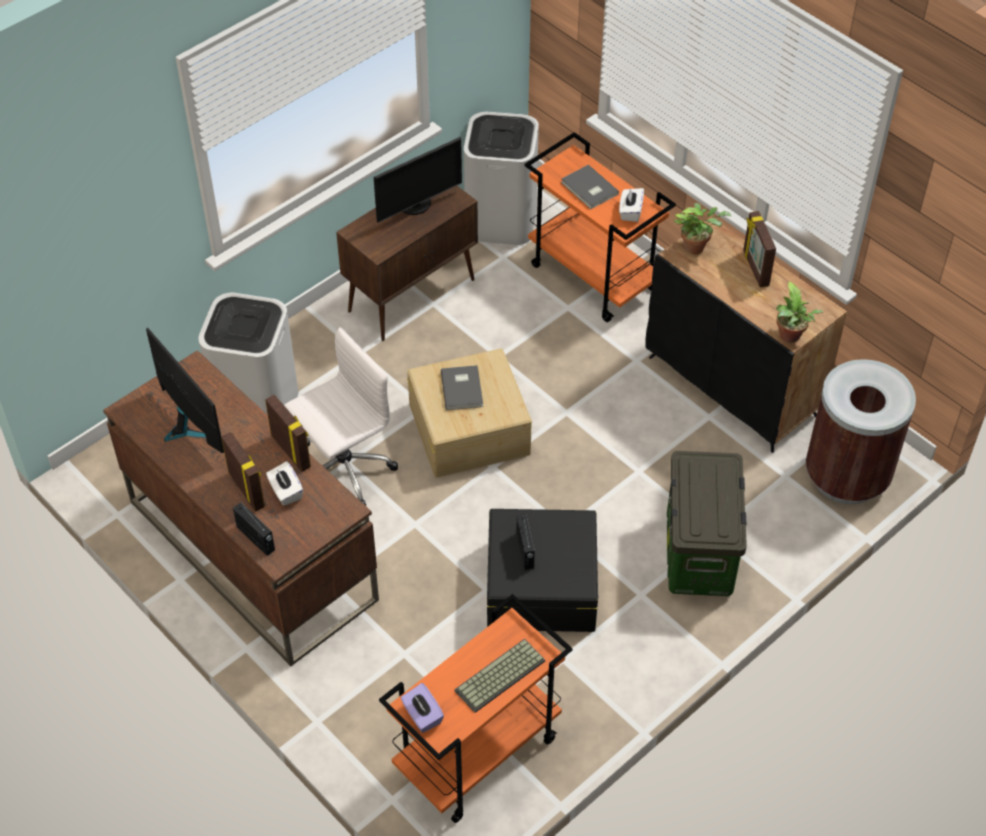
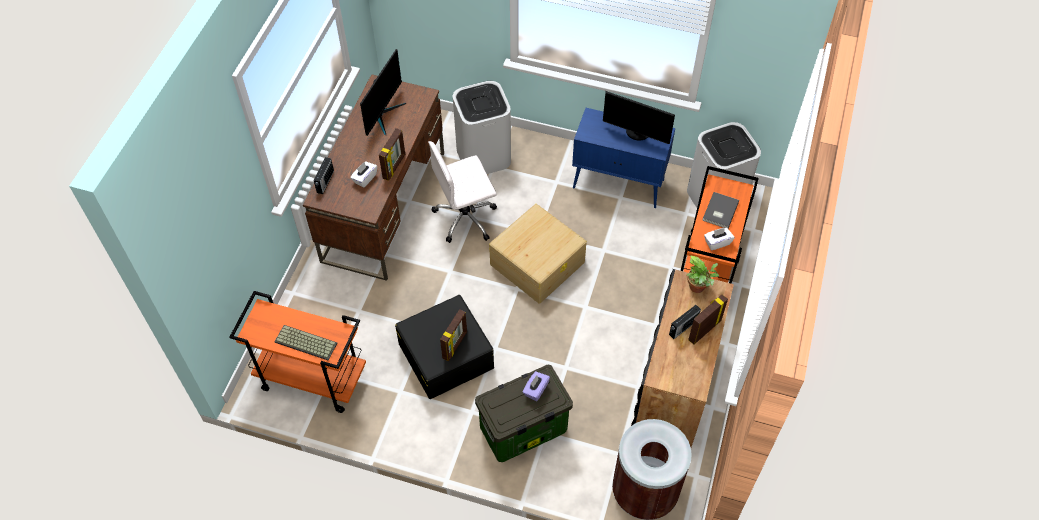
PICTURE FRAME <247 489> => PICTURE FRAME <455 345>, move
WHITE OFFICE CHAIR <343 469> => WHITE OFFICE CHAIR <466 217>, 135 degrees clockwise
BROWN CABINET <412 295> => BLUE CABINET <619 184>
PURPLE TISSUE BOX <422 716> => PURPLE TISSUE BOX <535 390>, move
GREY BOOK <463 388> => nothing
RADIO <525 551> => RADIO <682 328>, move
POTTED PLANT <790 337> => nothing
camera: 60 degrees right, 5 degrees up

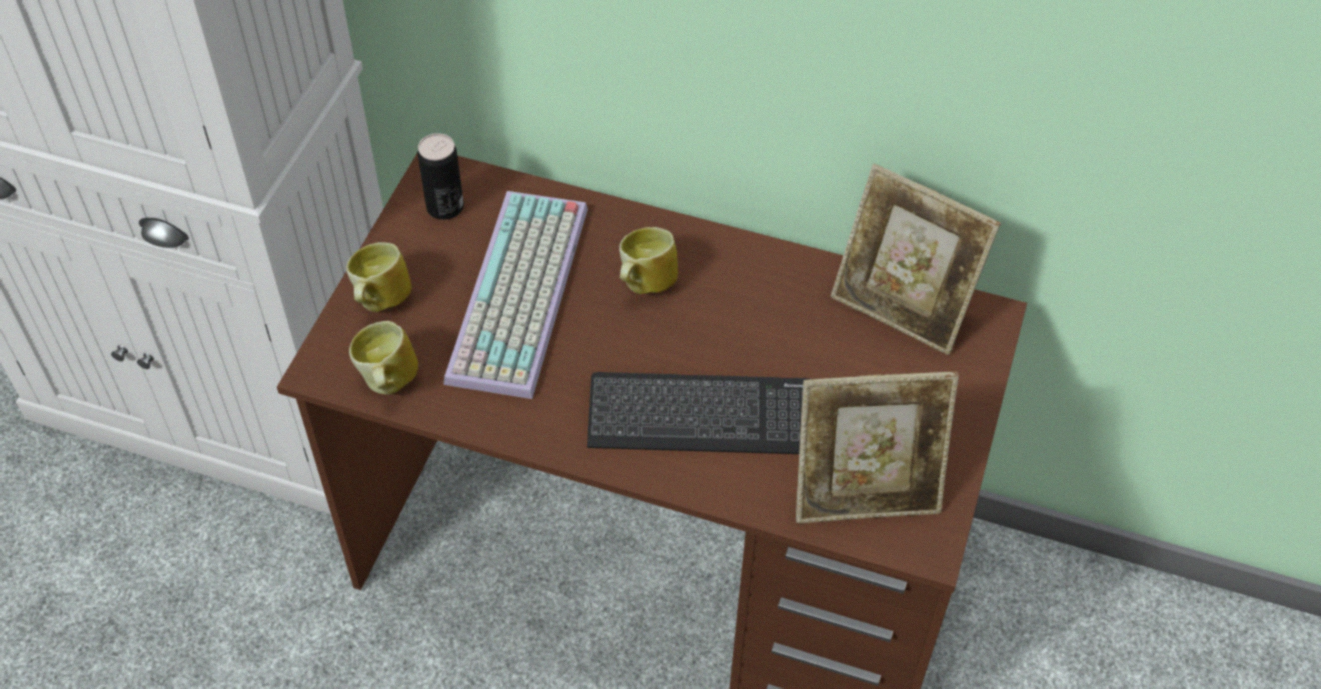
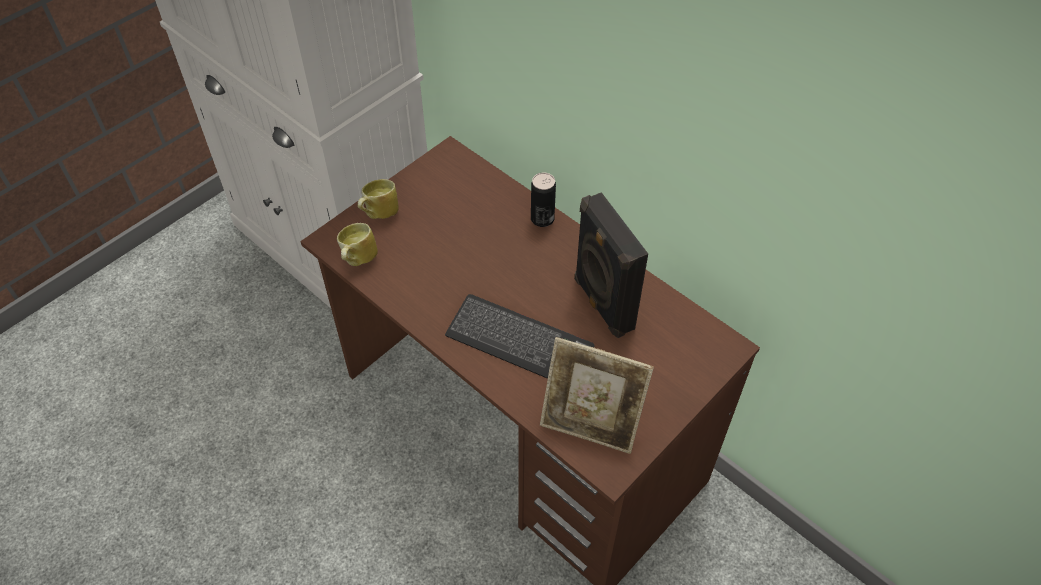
CAN <445 207> => CAN <542 219>, move
KEYBOARD <522 296> => nothing
MUG <643 285> => nothing
PICTURE FRAME <901 309> => nothing
nothing => BLACK SPEAKER <601 304>
camera: 25 degrees right, 0 degrees up

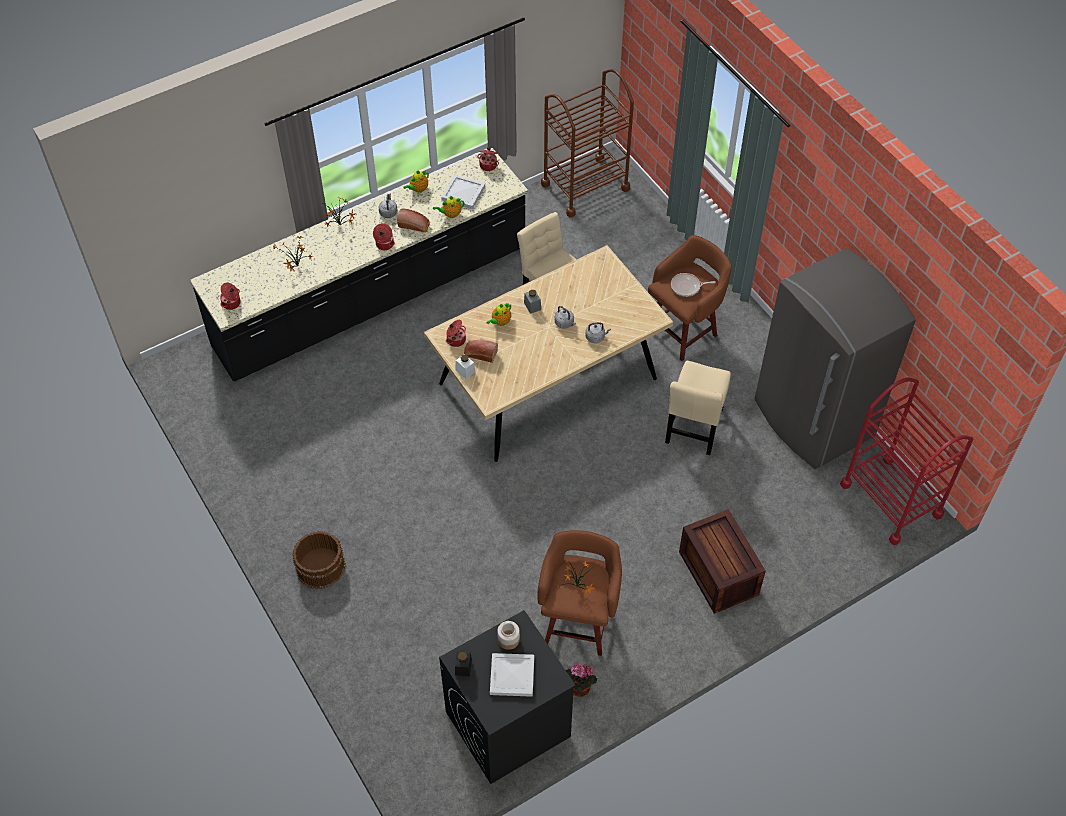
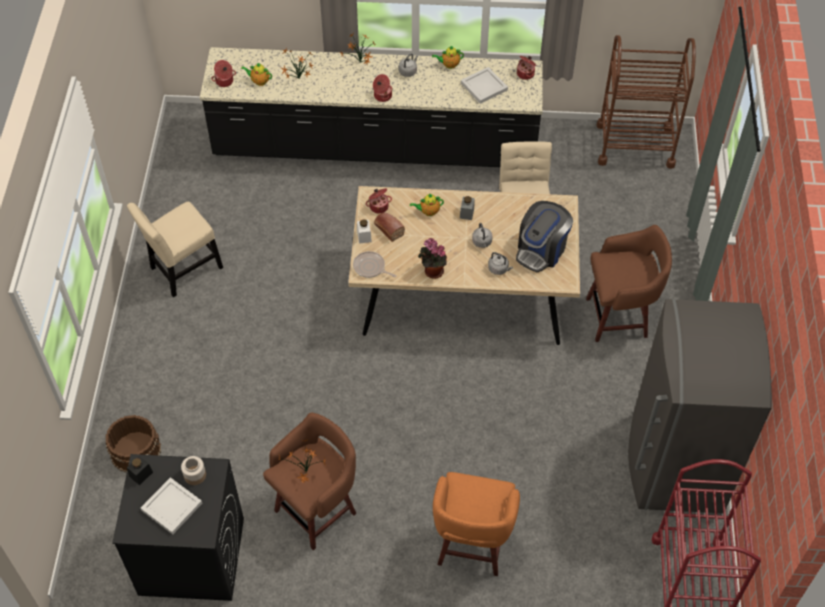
BROWN BUCKET <320 566> => BROWN BUCKET <135 451>, move
BREAD <414 225> => nothing
TEAPOT <450 214> => TEAPOT <259 81>, move
POTTED PLANT <578 689> => POTTED PLANT <432 271>, move
BEIGE CHAIR <694 429> => BEIGE CHAIR <183 270>, move
FRYING PAN <687 287> => FRYING PAN <370 267>, move
CRATE <719 574> => ORANGE STOOL <471 546>
nothing => COFFEE MACHINE <541 250>
camera: 35 degrees right, 0 degrees up

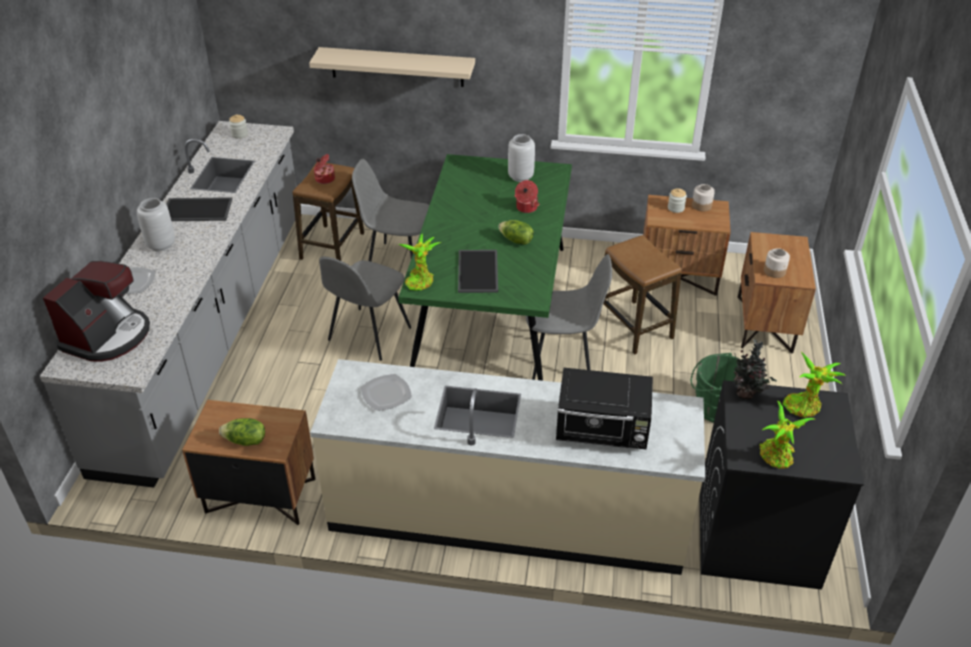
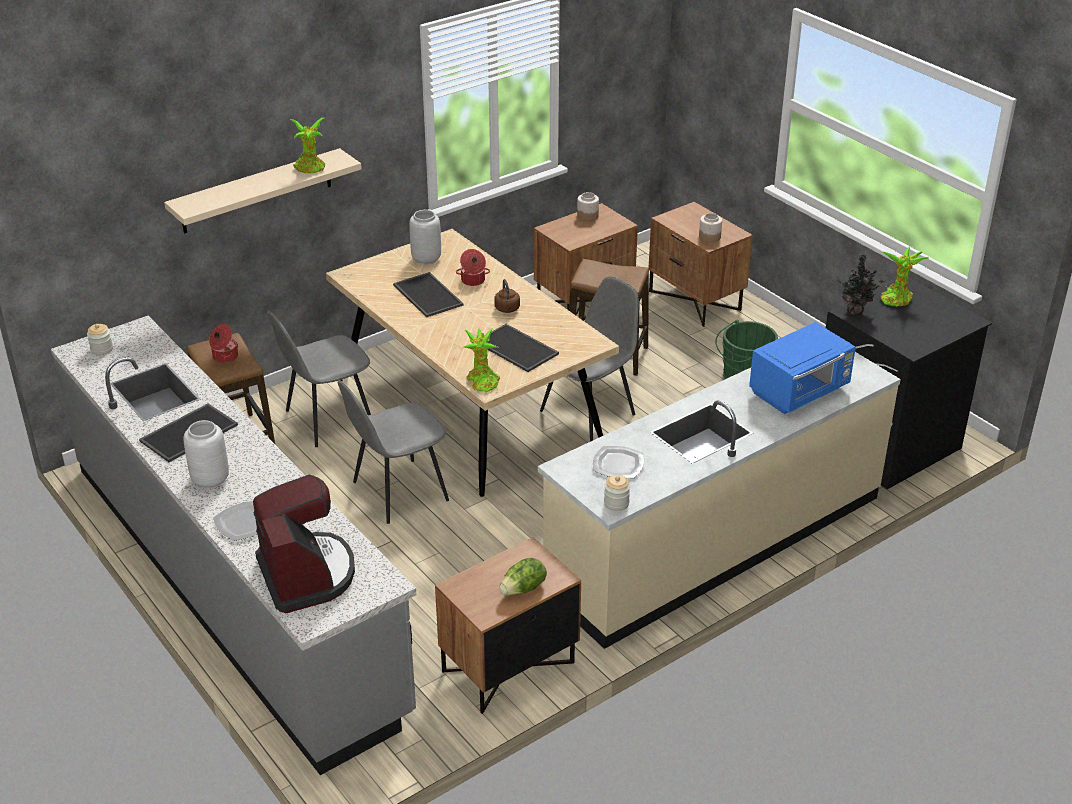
GREY CHAIR <368 335> => GREY CHAIR <398 492>, 75 degrees clockwise
GREEN DINING TABLE <491 305> => BEIGE DINING TABLE <468 405>
LETTUCE <516 240> => BROWN KETTLE <507 309>
BLACK MICROWAVE <603 431> => BLUE MICROWAVE <800 392>
JAR <676 208> => JAR <616 503>, move
POTTED PLANT <776 457> => POTTED PLANT <311 168>, move
nothing => TRAY <426 295>
camera: 45 degrees left, 5 degrees down

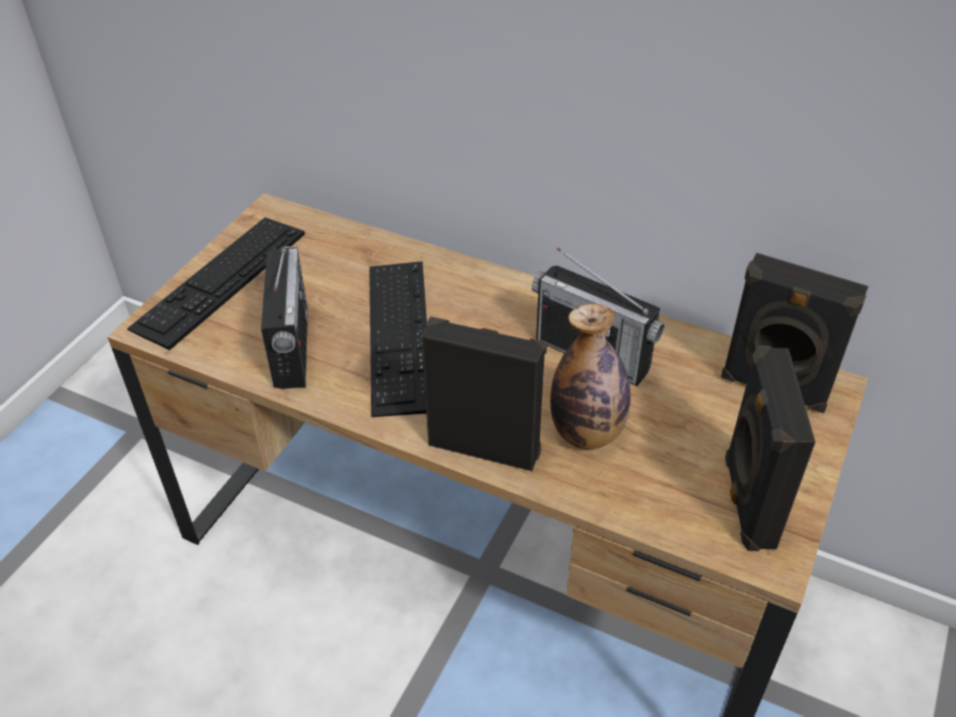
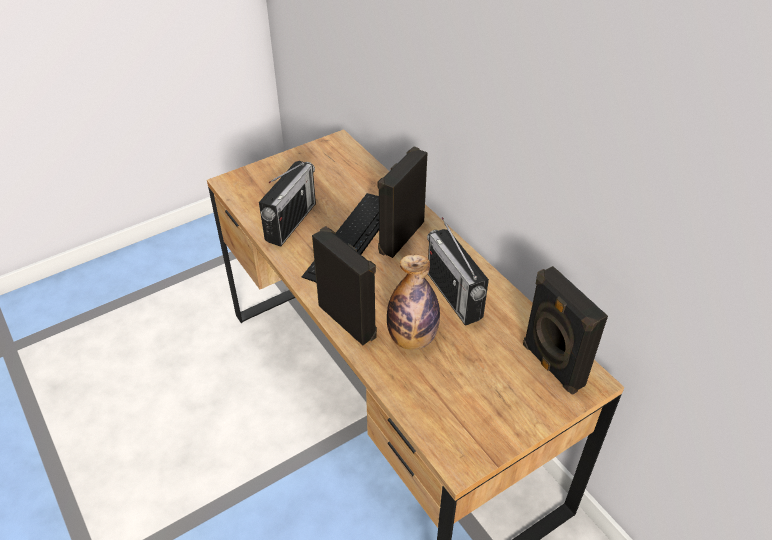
KEYBOARD <220 279> => nothing
BLACK SPEAKER <746 502> => BLACK SPEAKER <400 236>, move
camera: 30 degrees right, 0 degrees up

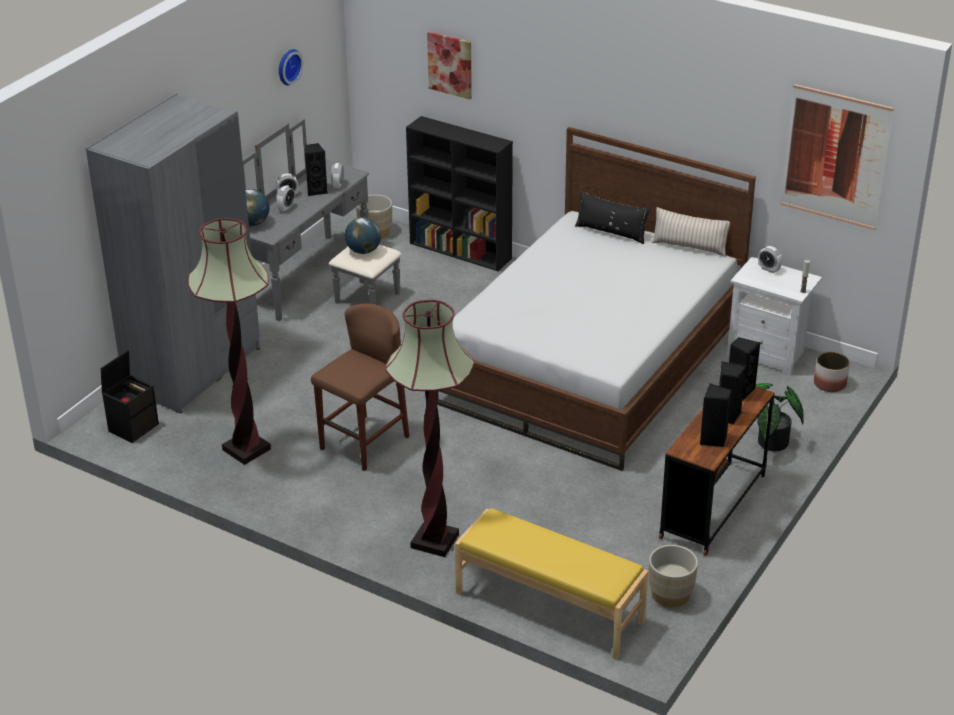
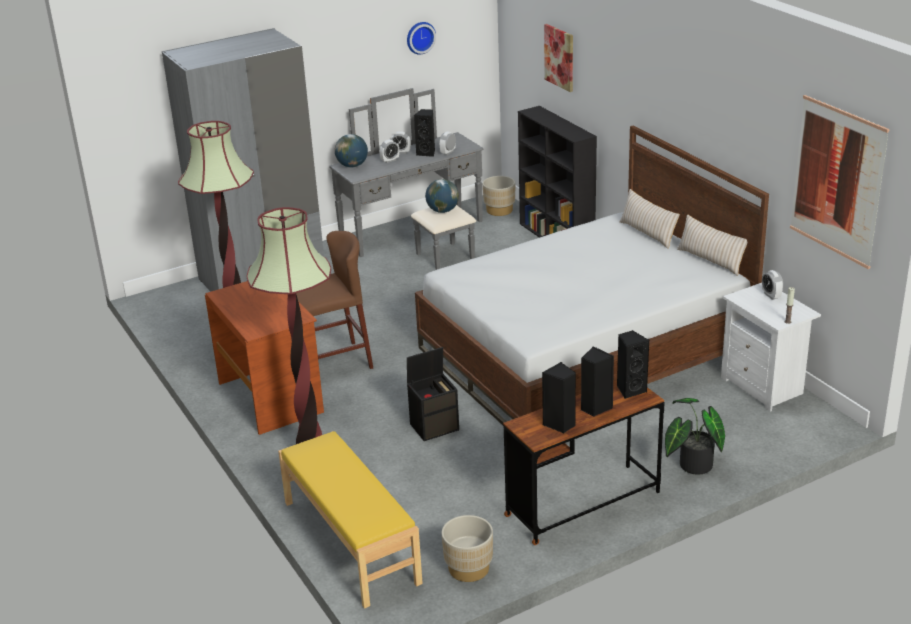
BLACK STORAGE BOX <133 427> => BLACK STORAGE BOX <435 426>, move
BLACK PILLOW <611 232> => BEIGE PILLOW <647 233>
PLANTER <830 384> => nothing
nothing => BROWN DESK <271 397>
camera: 30 degrees right, 5 degrees down

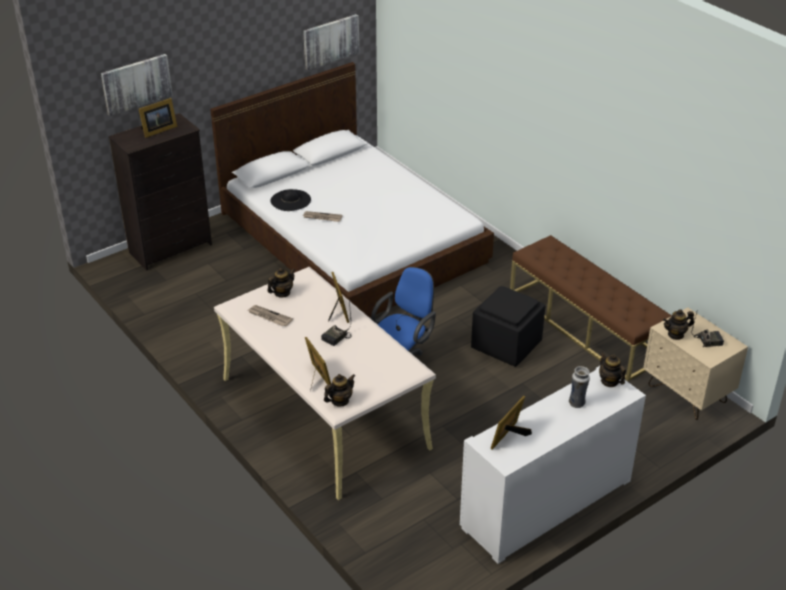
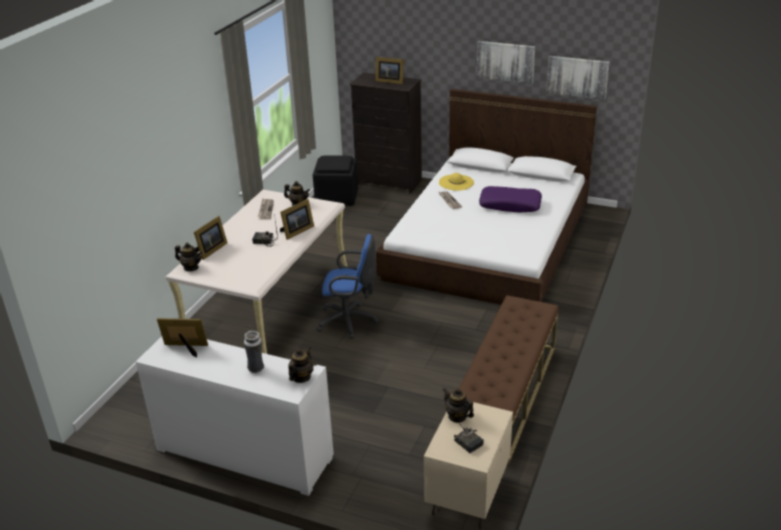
PICTURE <136 84> => PICTURE <505 61>, move
BLACK HAT <290 200> => YELLOW HAT <456 182>
BLACK OTTOMAN <506 344> => BLACK OTTOMAN <337 197>, move
nothing => PURPLE PILLOW <510 205>
camera: 60 degrees right, 5 degrees down

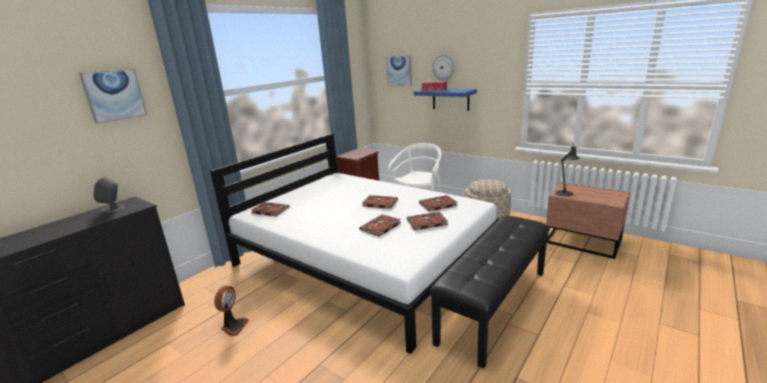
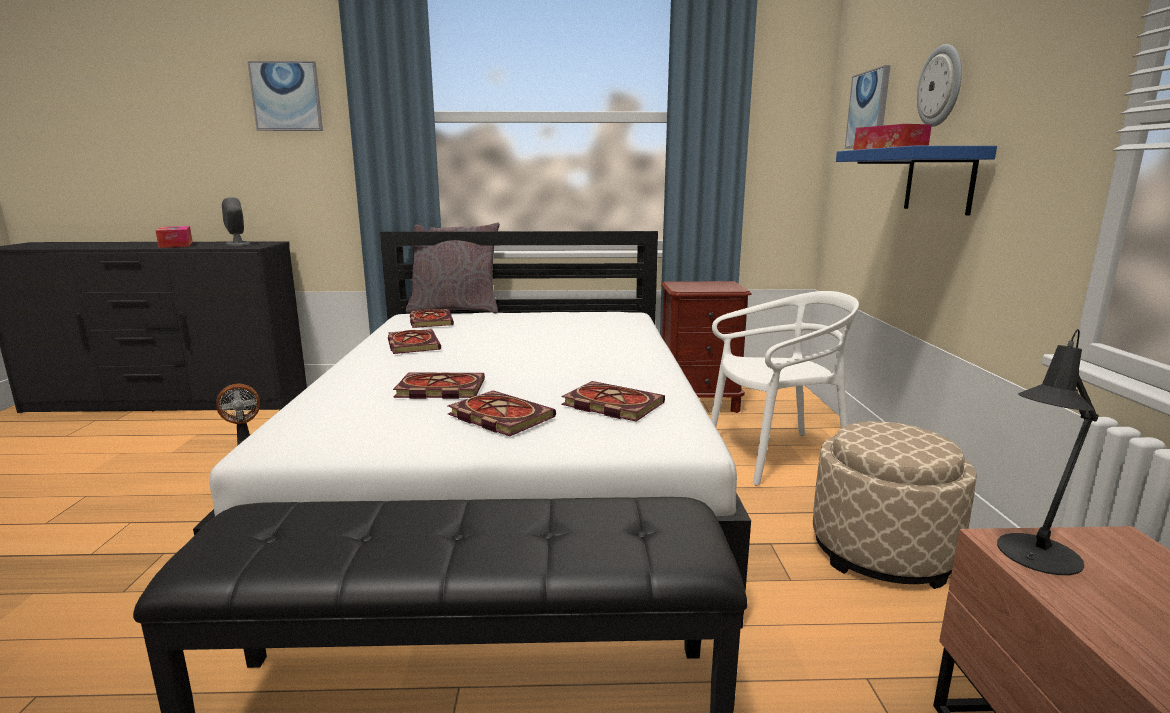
BOOK <379 203> => BOOK <412 344>, move
nothing => TISSUE BOX <176 244>
nothing => GREY PILLOW <455 310>
camera: 50 degrees right, 5 degrees down

